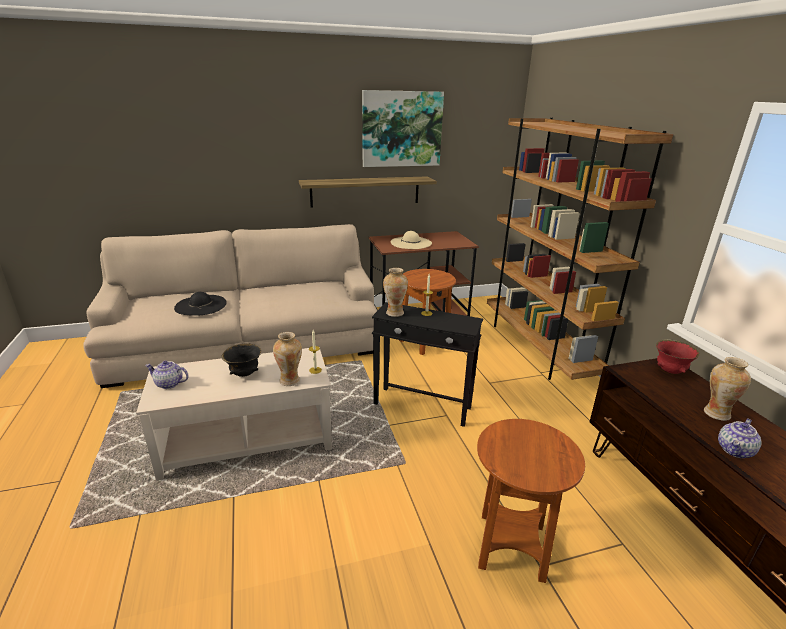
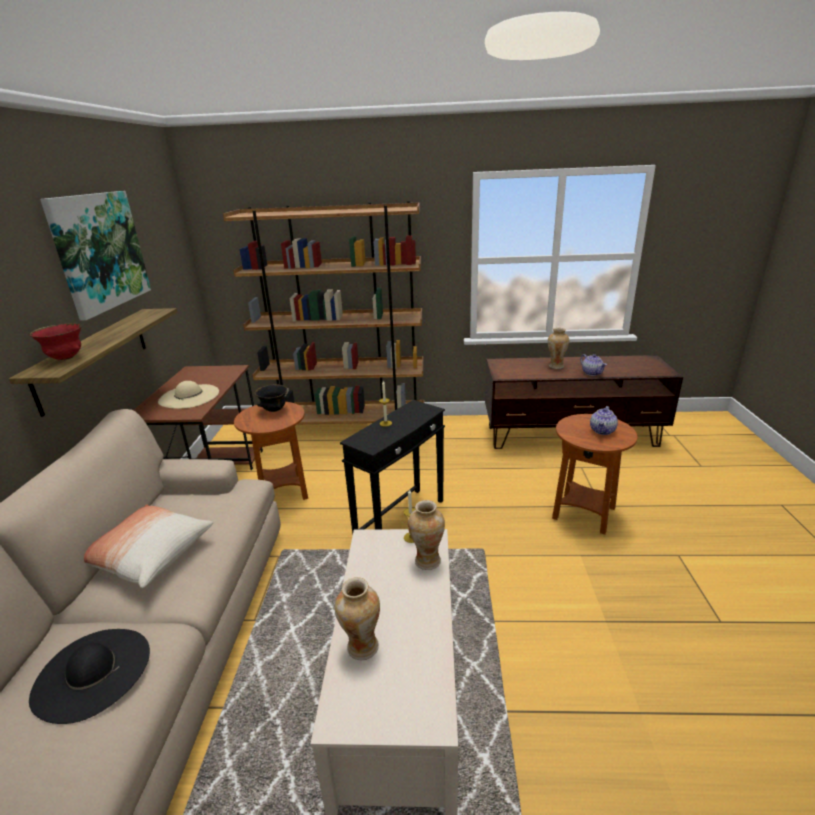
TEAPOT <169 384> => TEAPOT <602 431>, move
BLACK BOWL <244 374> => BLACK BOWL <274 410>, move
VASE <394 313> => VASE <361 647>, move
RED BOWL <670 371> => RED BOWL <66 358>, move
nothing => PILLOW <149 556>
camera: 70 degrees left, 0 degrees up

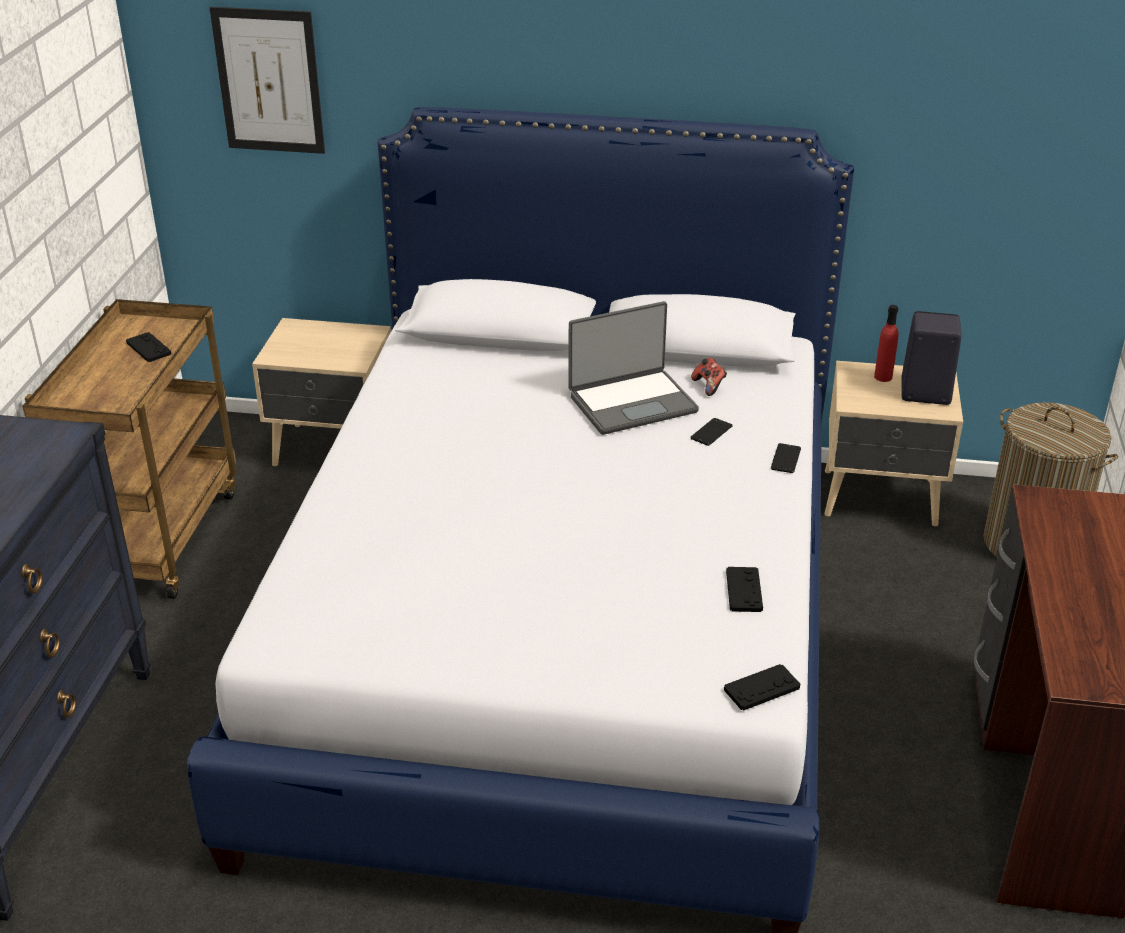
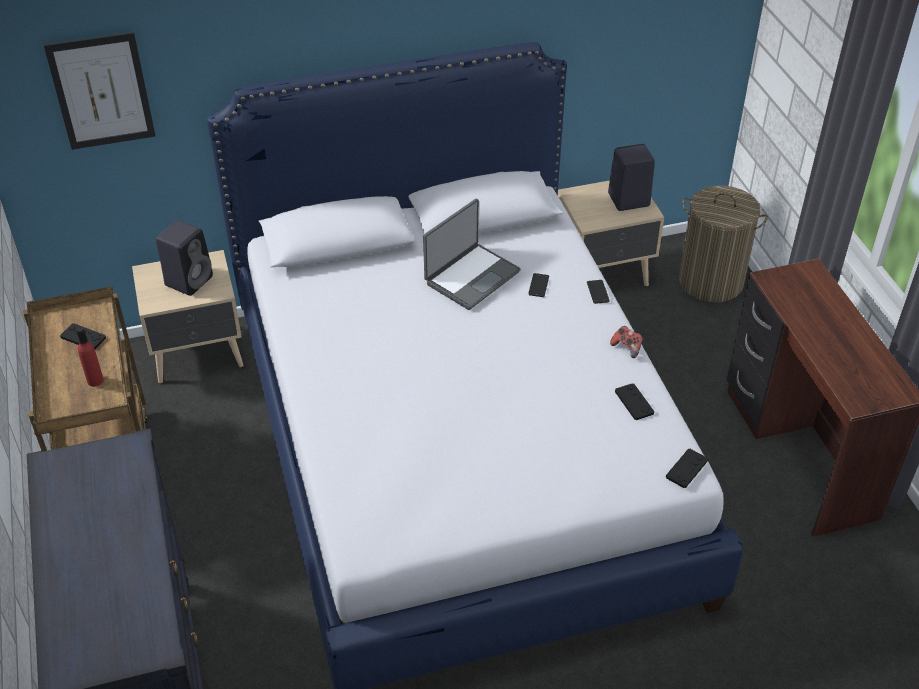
GAME CONTROLLER <709 386> => GAME CONTROLLER <627 347>, move
RED BOTTLE <883 377> => RED BOTTLE <95 380>, move
nothing => BLACK SPEAKER <189 280>
camera: 25 degrees left, 10 degrees up

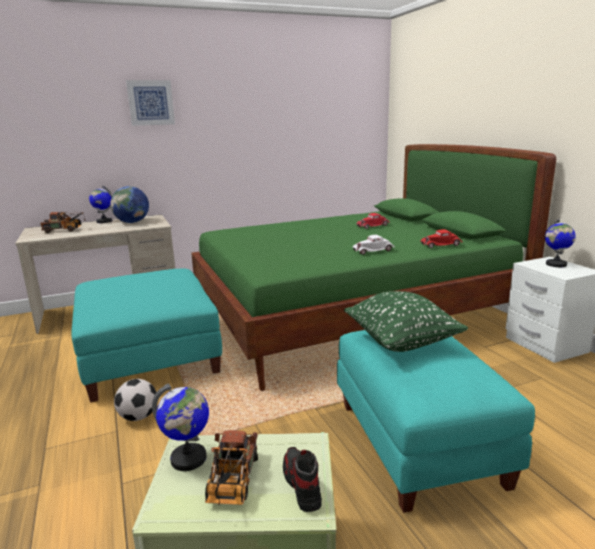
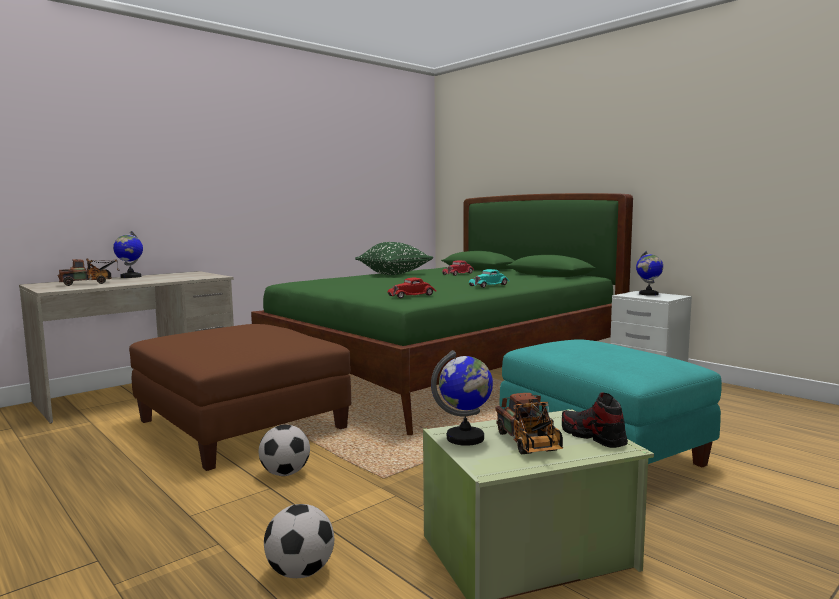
TURQUOISE OTTOMAN <150 355> => BROWN OTTOMAN <242 424>
GLOBE <132 222> => nothing
PICTURE <151 103> => nothing
GREEN PILLOW <401 342> => GREEN PILLOW <394 274>, move
WHITE TOY CAR <373 250> => TURQUOISE TOY CAR <489 285>
RED TOY CAR <441 244> => RED TOY CAR <412 295>, move
nothing => FOOTBALL <300 572>
camera: 20 degrees left, 10 degrees down

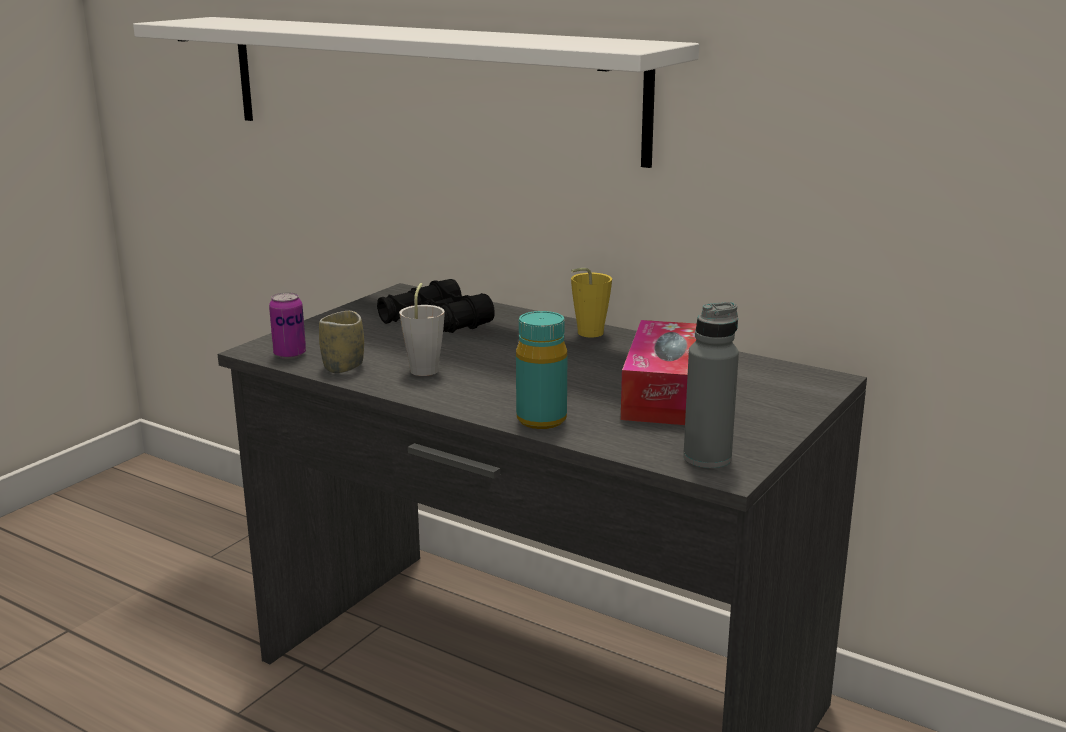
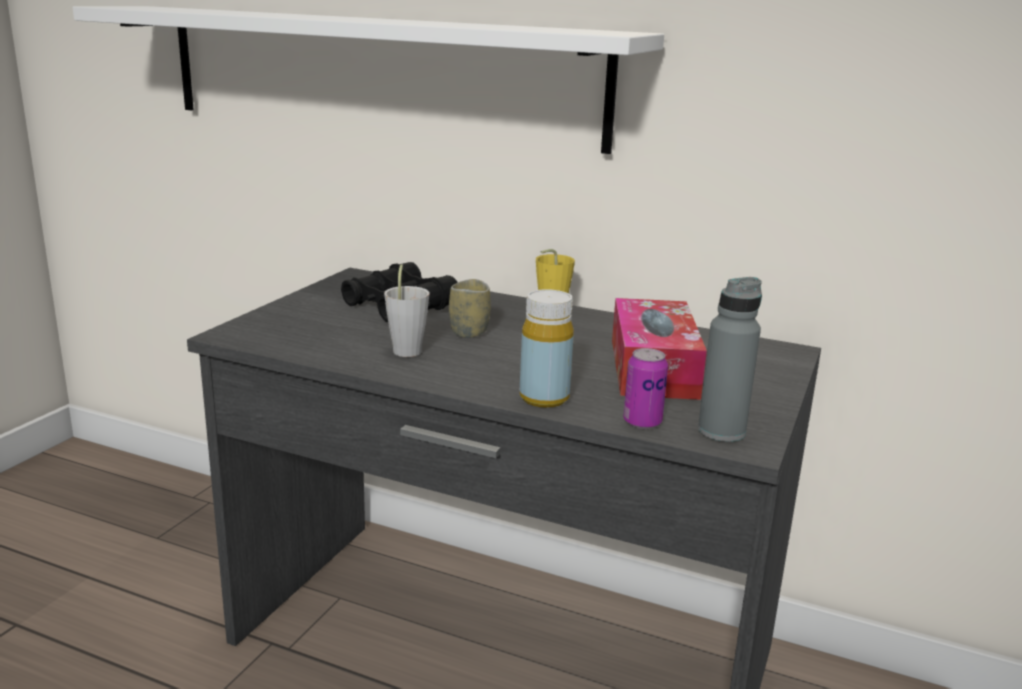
CAN <290 354> => CAN <642 422>, move
CUP <343 367> => CUP <469 332>, move
TURQUOISE BOTTLE <541 420> => YELLOW BOTTLE <544 398>
camera: 10 degrees left, 0 degrees up

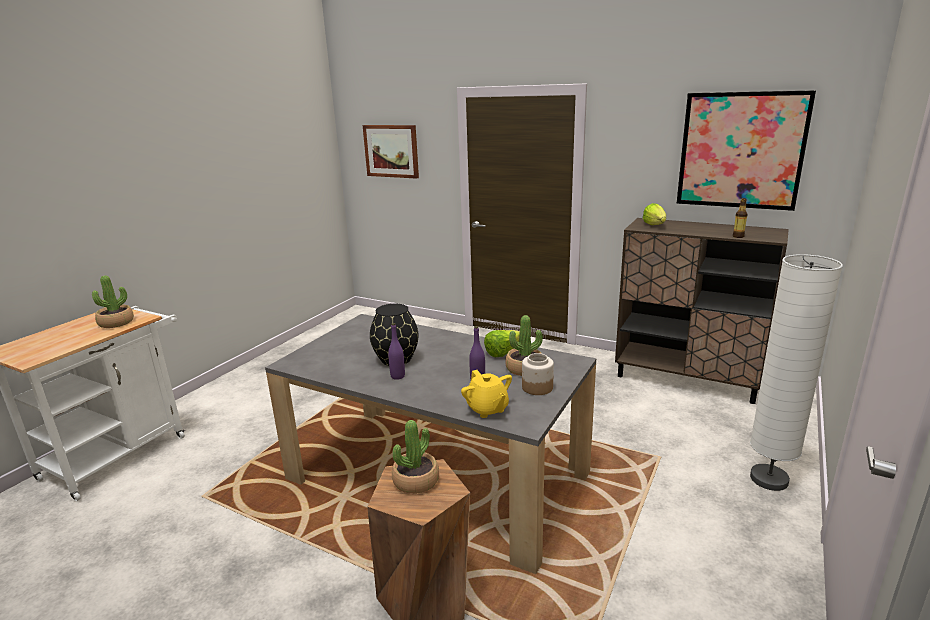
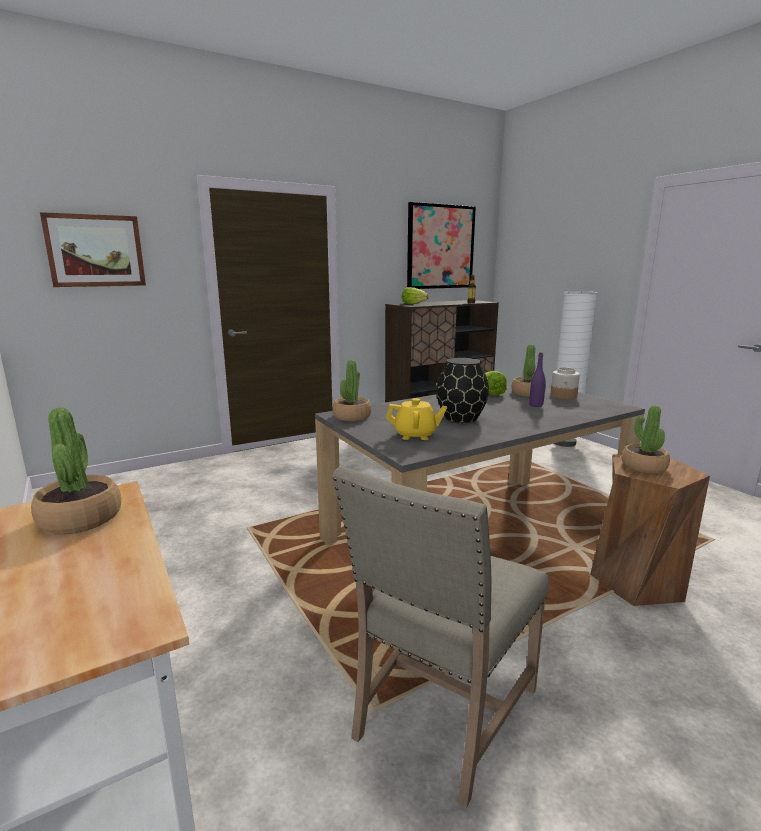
PURPLE BOTTLE <397 376> => nothing
YELLOW TEAPOT <487 409> => YELLOW TEAPOT <415 435>, move
nothing => BEIGE CHAIR <441 713>
nothing => POTTED PLANT <351 416>
camera: 60 degrees left, 5 degrees down

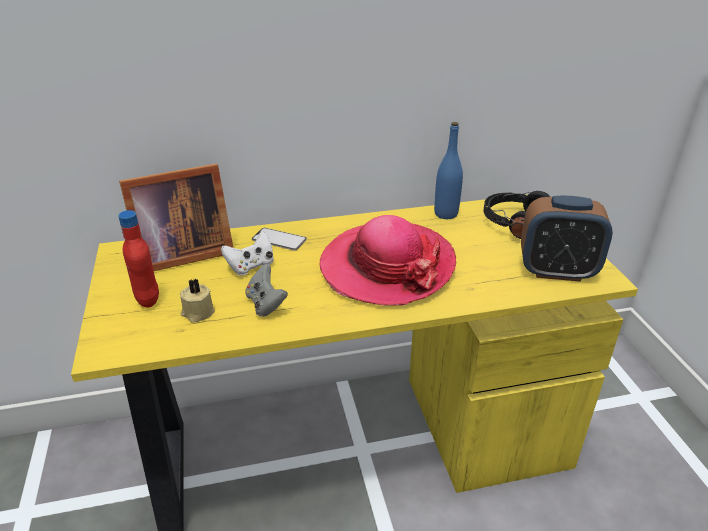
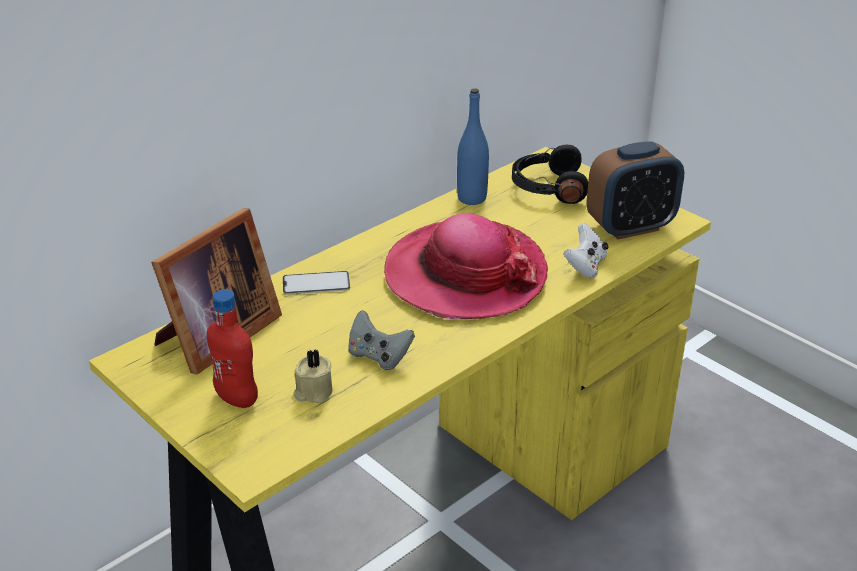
WHITE GAME CONTROLLER <251 266> => WHITE GAME CONTROLLER <585 266>, move
camera: 30 degrees left, 0 degrees up

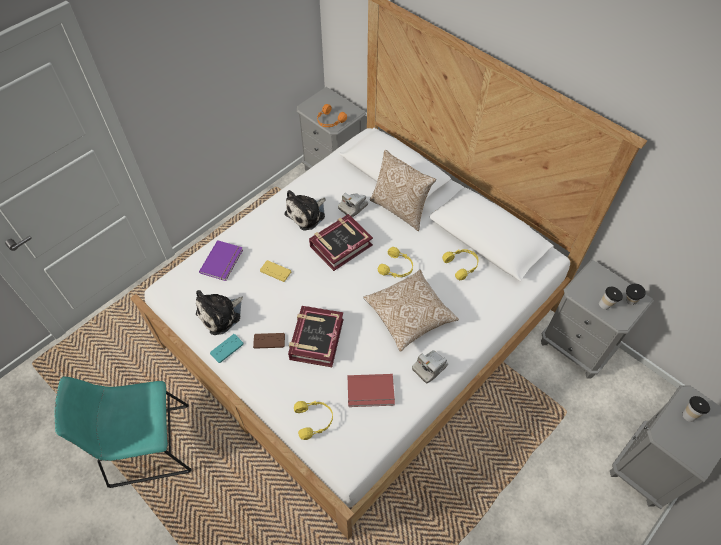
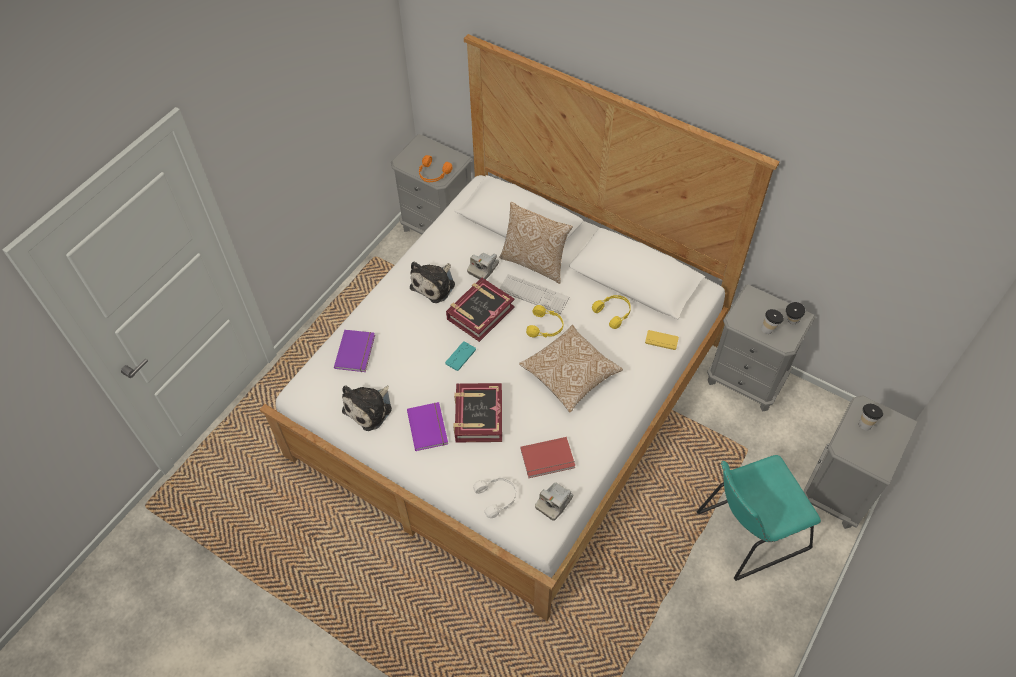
TURQUOISE CHAIR <145 446> => TURQUOISE CHAIR <747 532>, move
TURQUOISE GAME CONTROLLER <227 348> => TURQUOISE GAME CONTROLLER <460 356>, move
BROWN GAME CONTROLLER <269 341> => PURPLE BOOK <429 427>
YELLOW GAME CONTROLLER <275 271> => YELLOW GAME CONTROLLER <661 340>, move
YELLOW HEADPHONES <314 420> => WHITE HEADPHONES <497 497>
PHOTO CAMERA <429 368> => PHOTO CAMERA <554 503>, move
nothing => KEYBOARD <533 294>
camera: 10 degrees left, 0 degrees up

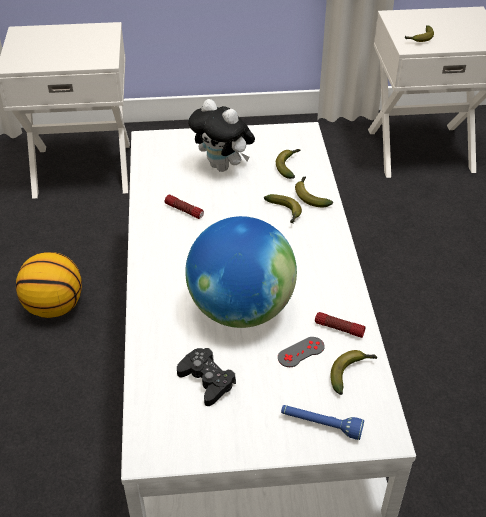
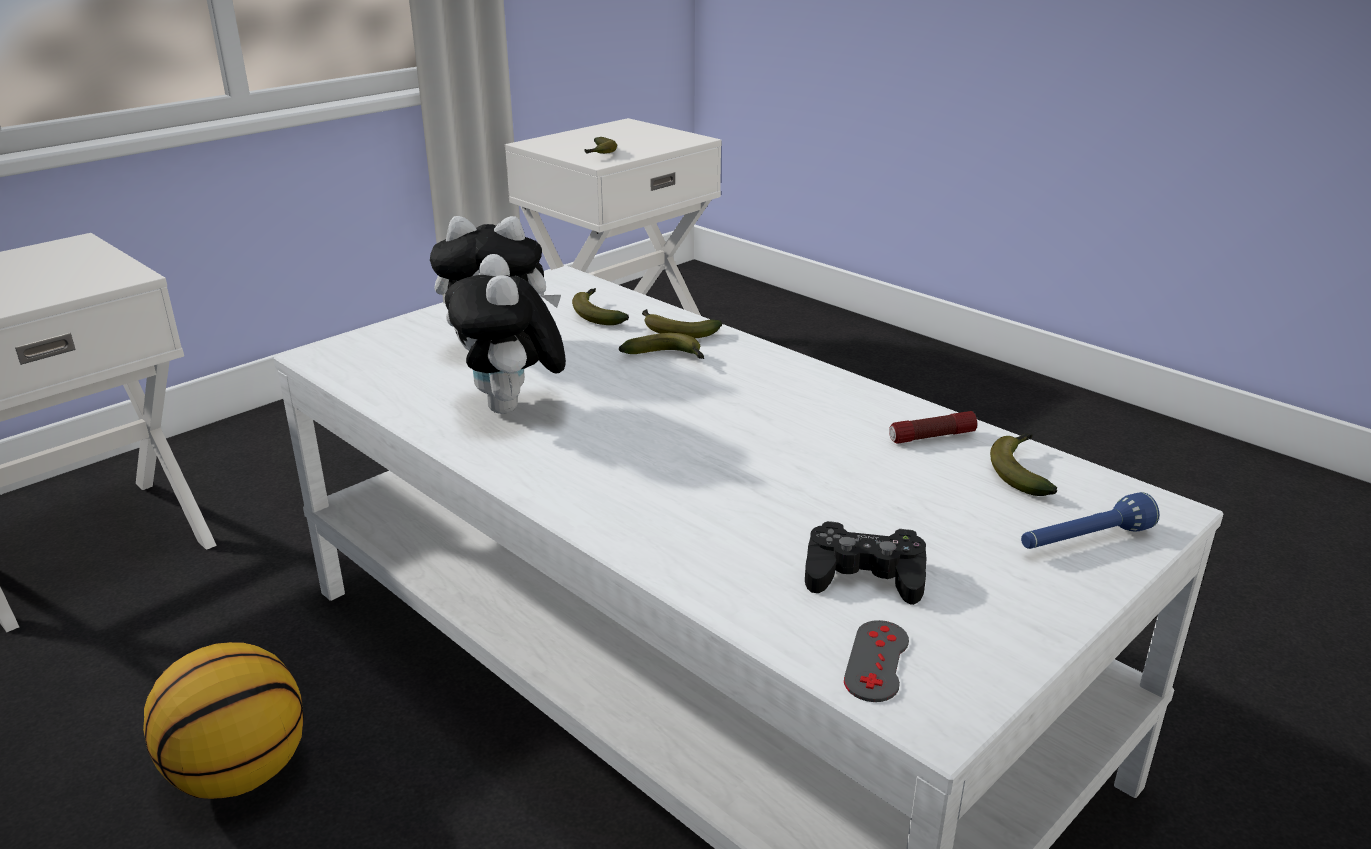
FLASHLIGHT <184 211> => PLUSH TOY <512 408>
GLOBE <240 309> => nothing
GREY GAME CONTROLLER <301 352> => GREY GAME CONTROLLER <876 661>, move
camera: 40 degrees left, 15 degrees down

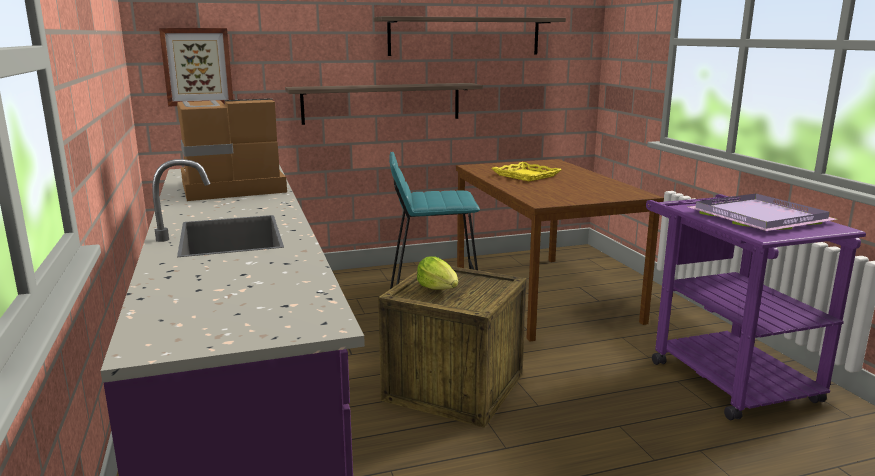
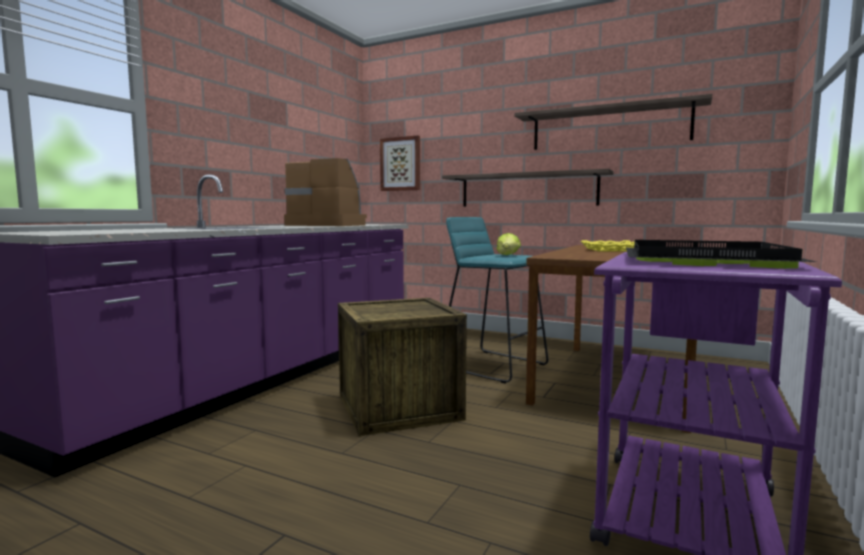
LETTUCE <438 288> => LETTUCE <508 255>, move
PURPLE TRAY <762 217> => BLACK TRAY <707 260>
camera: 45 degrees right, 10 degrees down

